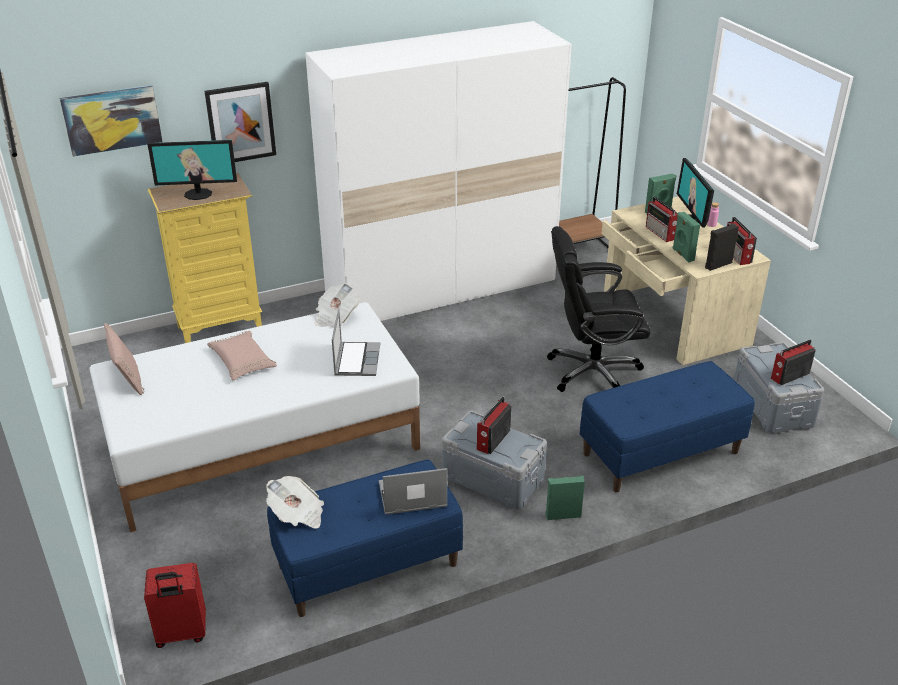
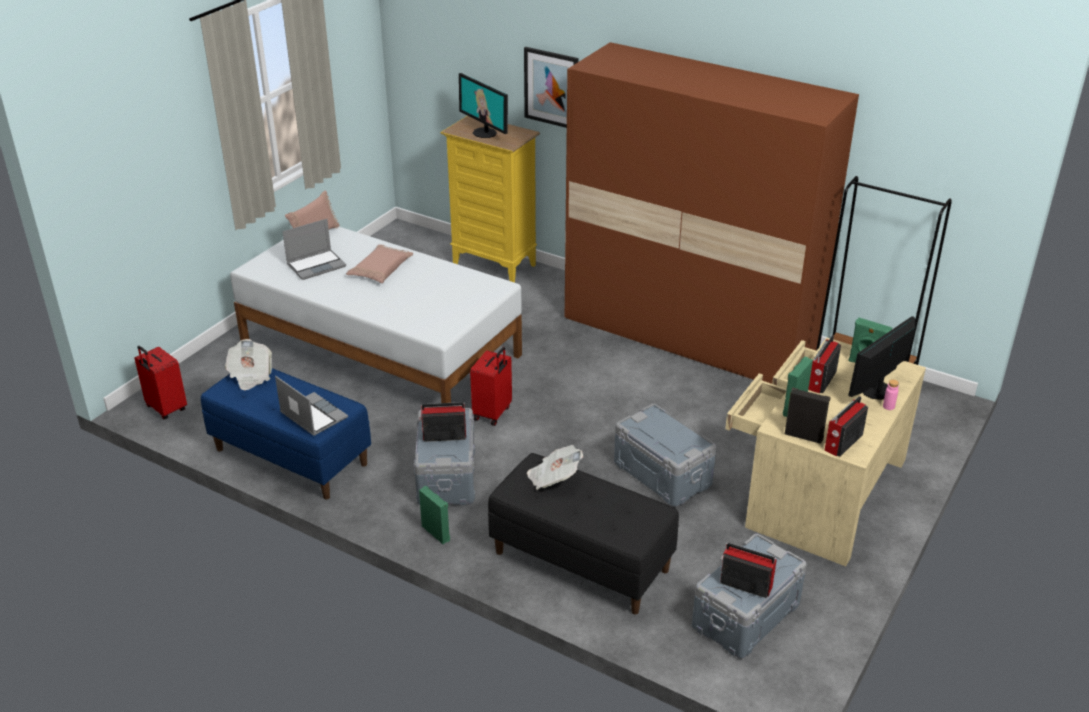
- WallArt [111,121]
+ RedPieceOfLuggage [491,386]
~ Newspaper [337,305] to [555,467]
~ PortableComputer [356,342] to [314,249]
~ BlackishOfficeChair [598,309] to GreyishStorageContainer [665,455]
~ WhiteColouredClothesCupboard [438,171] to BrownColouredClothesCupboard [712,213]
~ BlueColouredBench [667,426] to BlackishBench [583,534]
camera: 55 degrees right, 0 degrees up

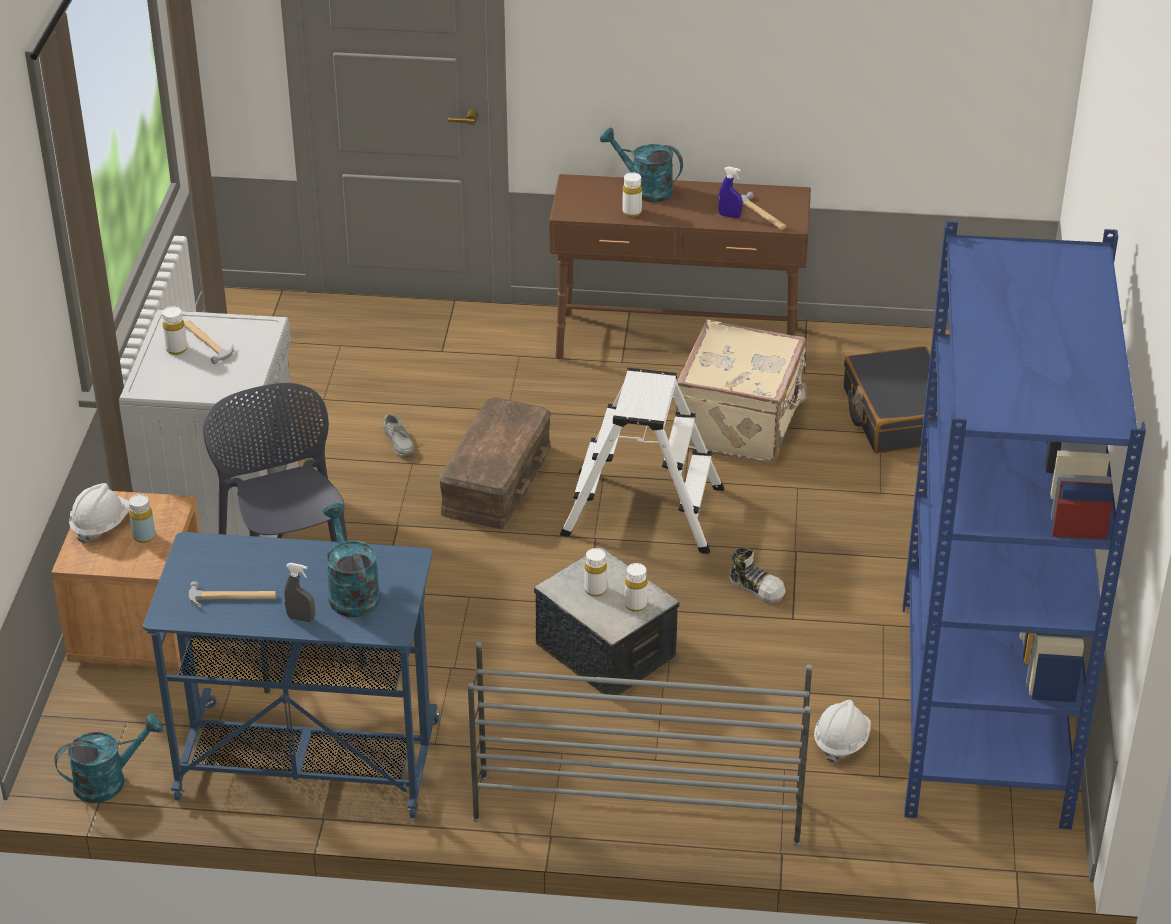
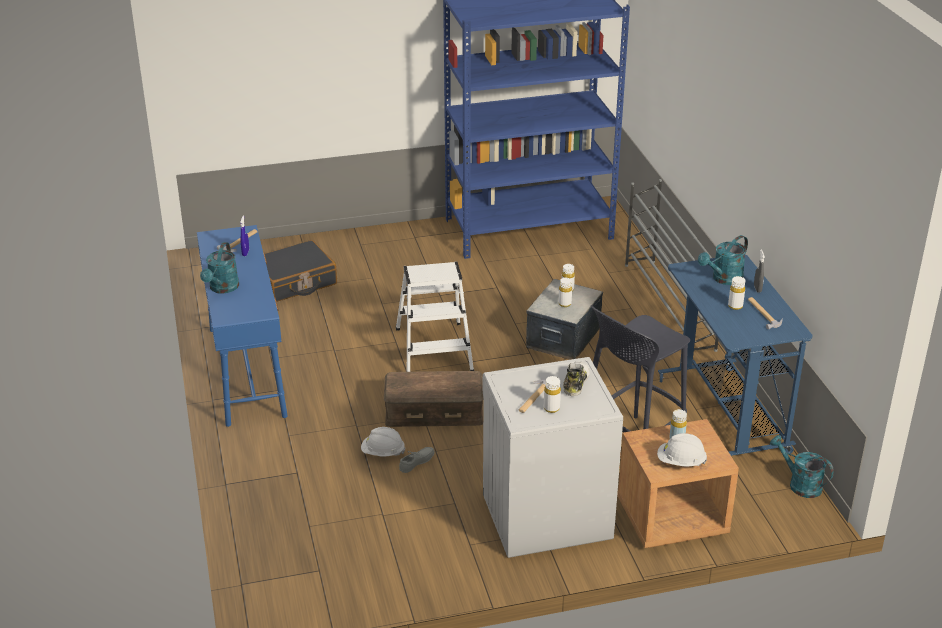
- SandColouredPieceOfLuggage [741,391]
~ WhiteColouredBeverageBottle [632,194] to [736,293]
~ LowShoe [757,576] to [576,379]
~ WhiteColouredHardHat [842,731] to [383,441]
~ BrownColouredHallTable [680,266] to BlueColouredHallTable [242,326]
camera: 110 degrees left, 5 degrees down

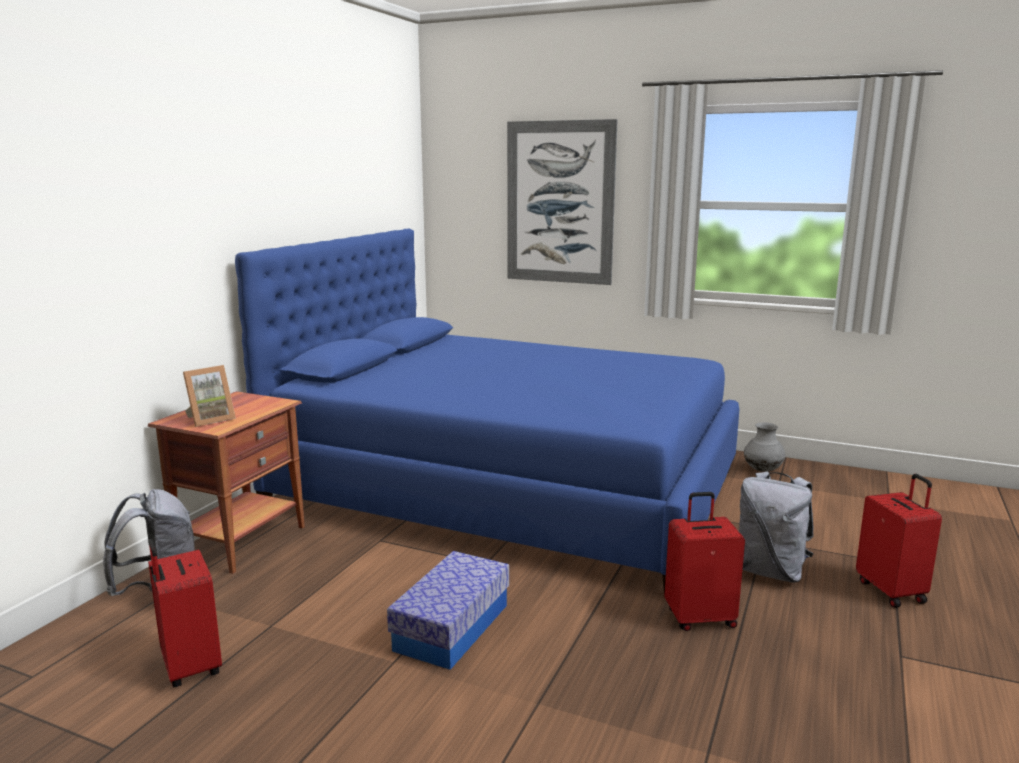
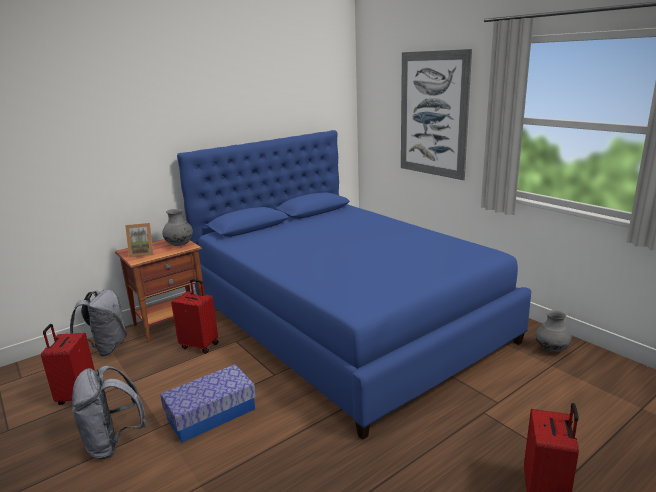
+ GreyishFlowerVase [177,227]
~ RedPieceOfLuggage [704,561] to [195,316]
~ GreyishRucksack [776,527] to [109,412]
camera: 30 degrees right, 5 degrees up

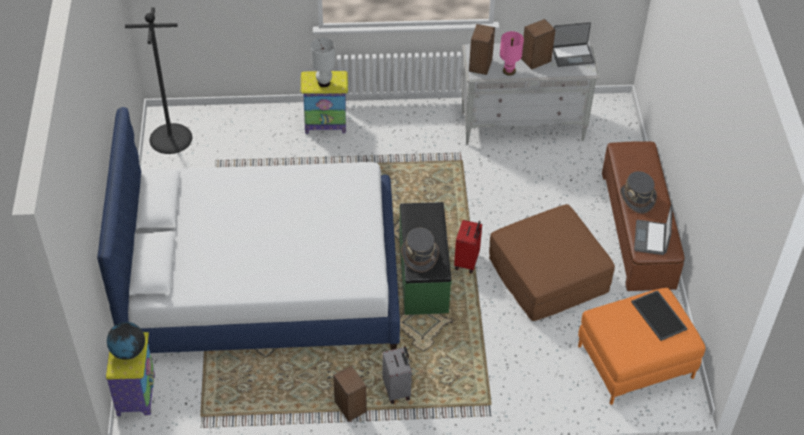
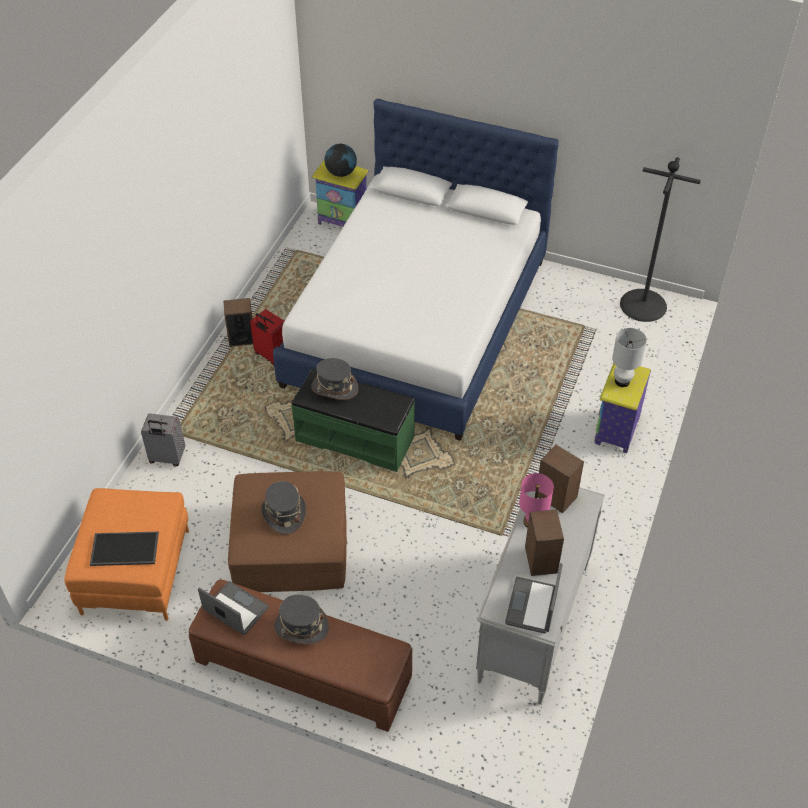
+ GreyishWearableHat [283,508]
~ GreyishPieceOfLuggage [397,375] to [163,440]
~ RedPieceOfLuggage [468,246] to [267,337]
camera: 115 degrees right, 0 degrees up

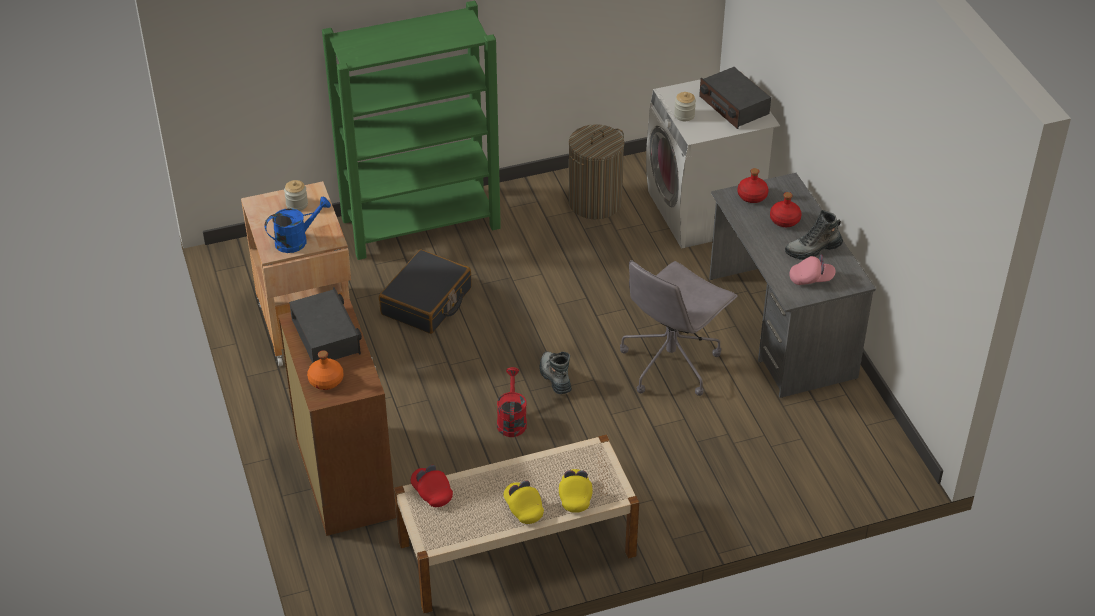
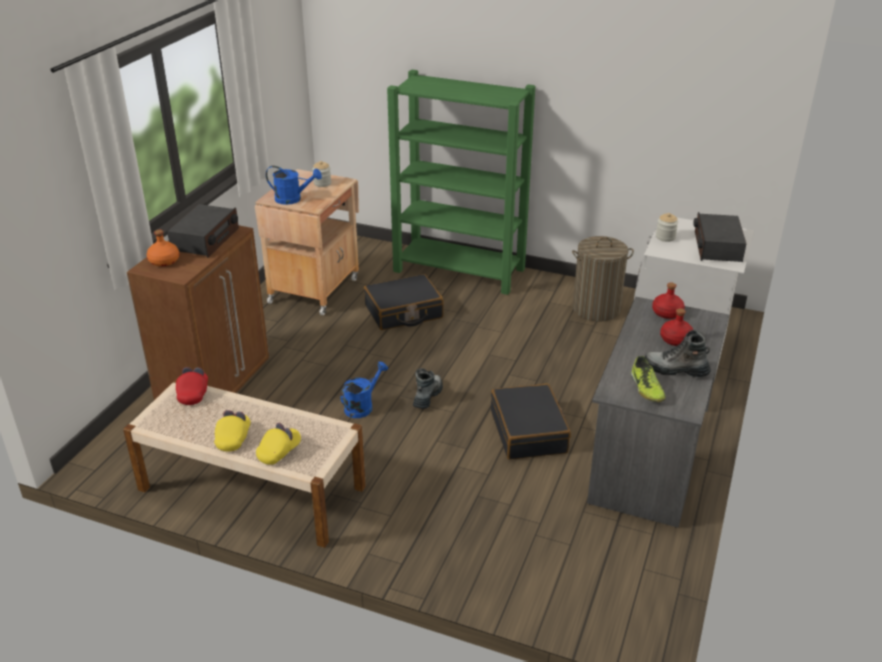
~ GreyishOfficeChair [679,328] to BlackishPieceOfLuggage [531,421]
~ PinkColouredPeakedCap [812,270] to LowShoe [648,379]
~ RedWateringCan [512,402] to BlueColouredWateringCan [364,390]
camera: 40 degrees right, 10 degrees down

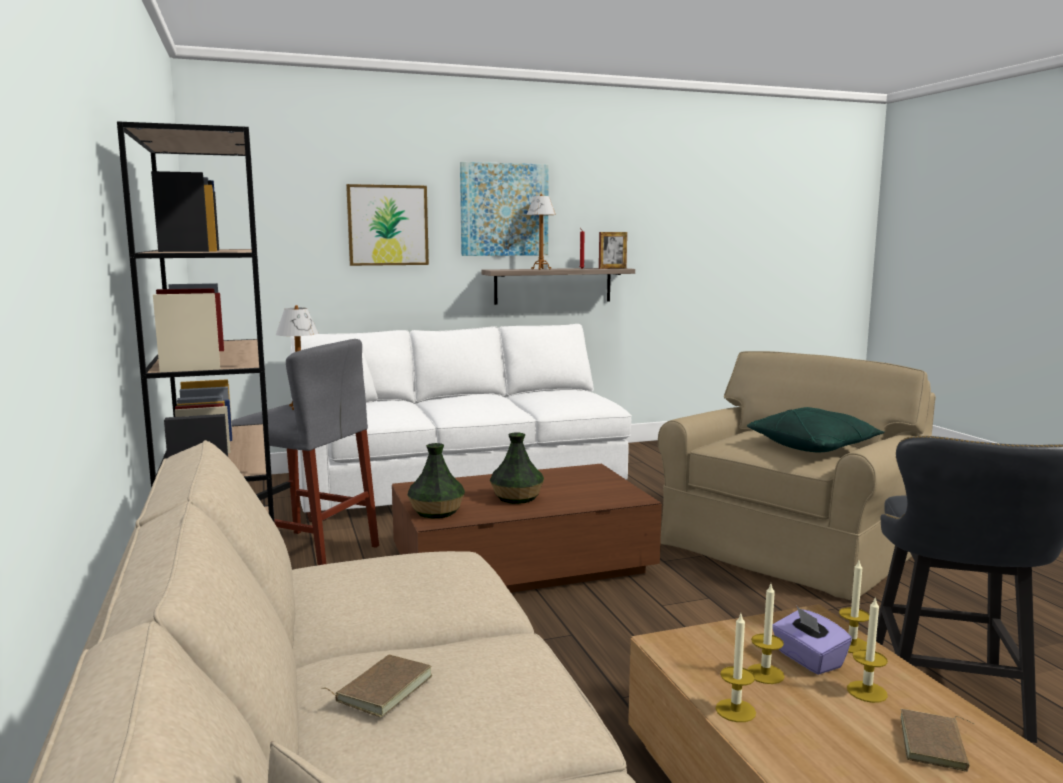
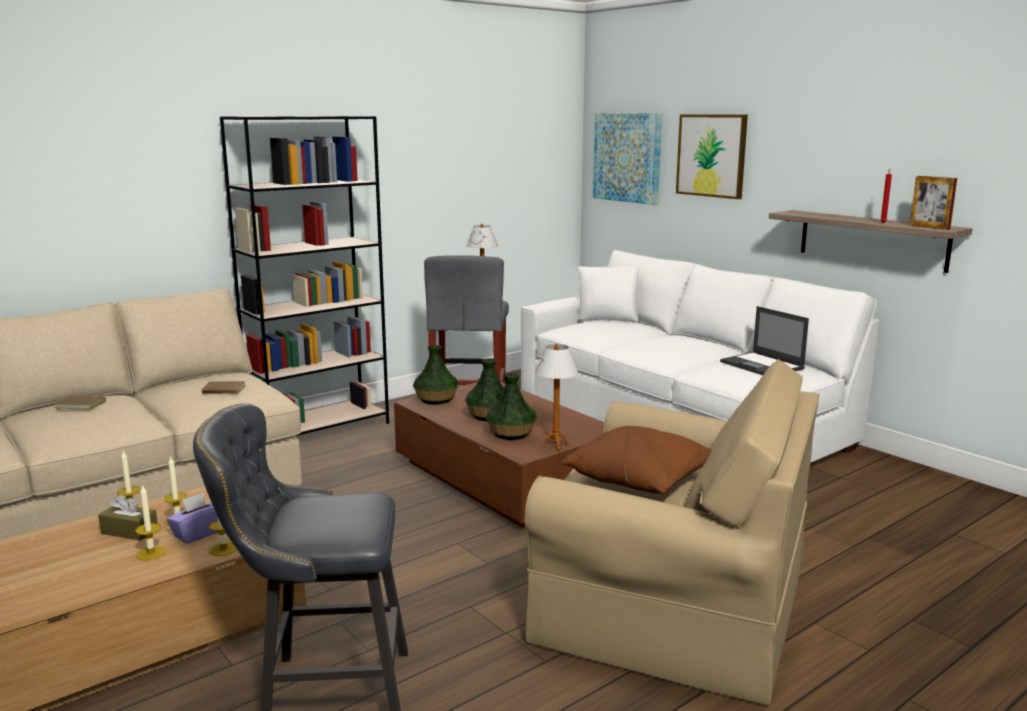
+ BrownColouredBoxOfTissues [128,517]
+ FlowerVase [511,406]
+ PortableComputer [764,340]
~ WallArt [504,209] to [627,159]
~ LampForATable [541,232] to [557,397]
~ BrownColouredBoundBook [937,740] to [224,387]
~ GreenishThrowPillow [816,429] to BrownColouredThrowPillow [637,460]
camera: 70 degrees right, 5 degrees up

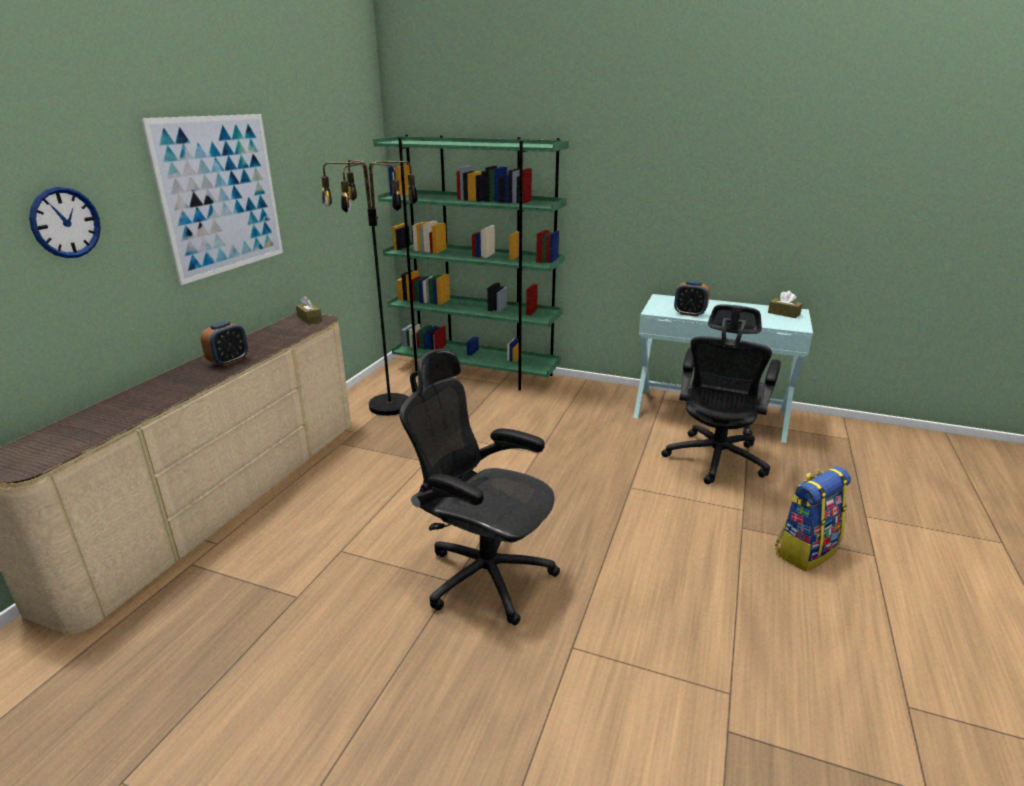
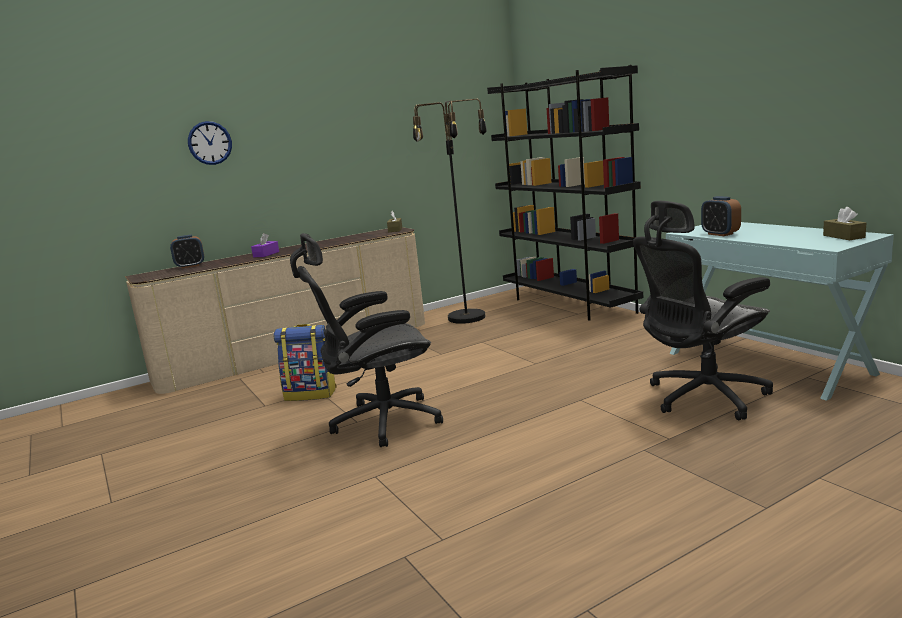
- WallArt [212,199]
+ PurpleColouredBoxOfTissues [265,245]
~ BedsideClock [224,343] to [187,251]
~ Rucksack [813,519] to [305,362]
~ GreenishShelvingUnit [471,263] to BlackishShelvingUnit [565,193]
~ OfficeChair [479,487] = [366,340] 90 degrees counterclockwise
camera: 40 degrees right, 10 degrees down

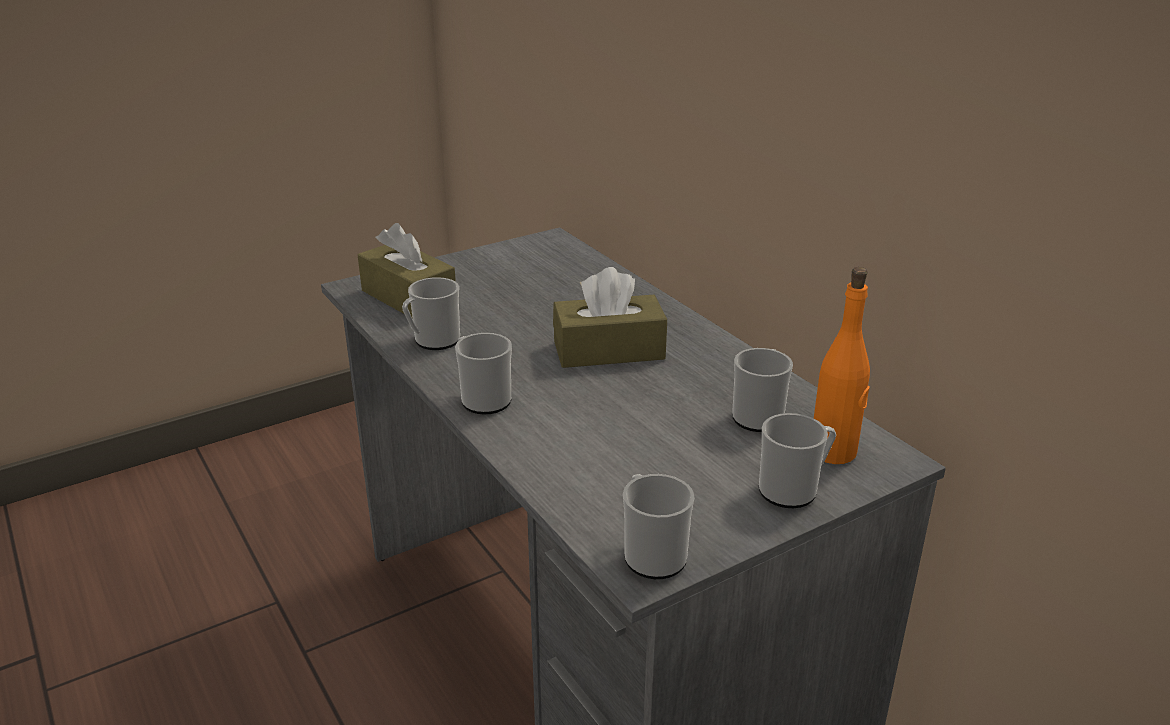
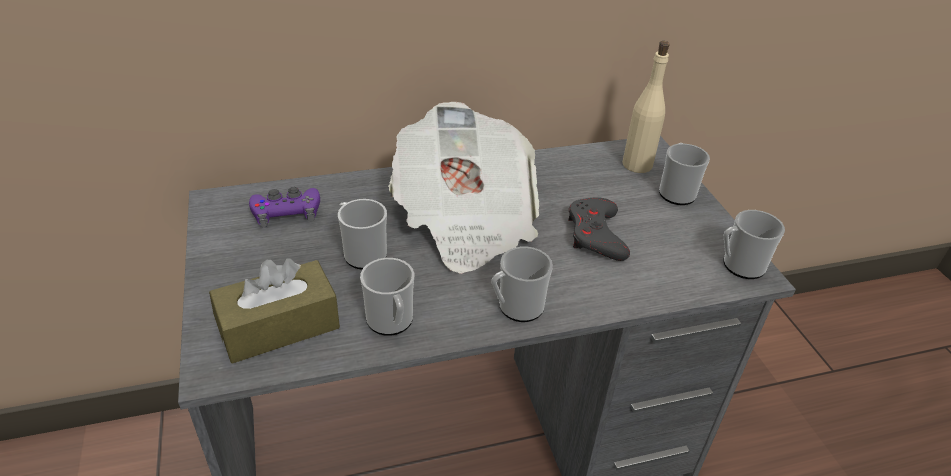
+ PurpleColouredGameController [284,207]
+ GreyishGameController [599,229]
~ CoffeeMug [762,390] to [362,234]
~ BrownColouredBoxOfTissues [610,317] to Newspaper [463,188]
~ OrangeColouredBeverageBottle [842,365] to SandColouredBeverageBottle [646,107]
camera: 75 degrees left, 10 degrees up

